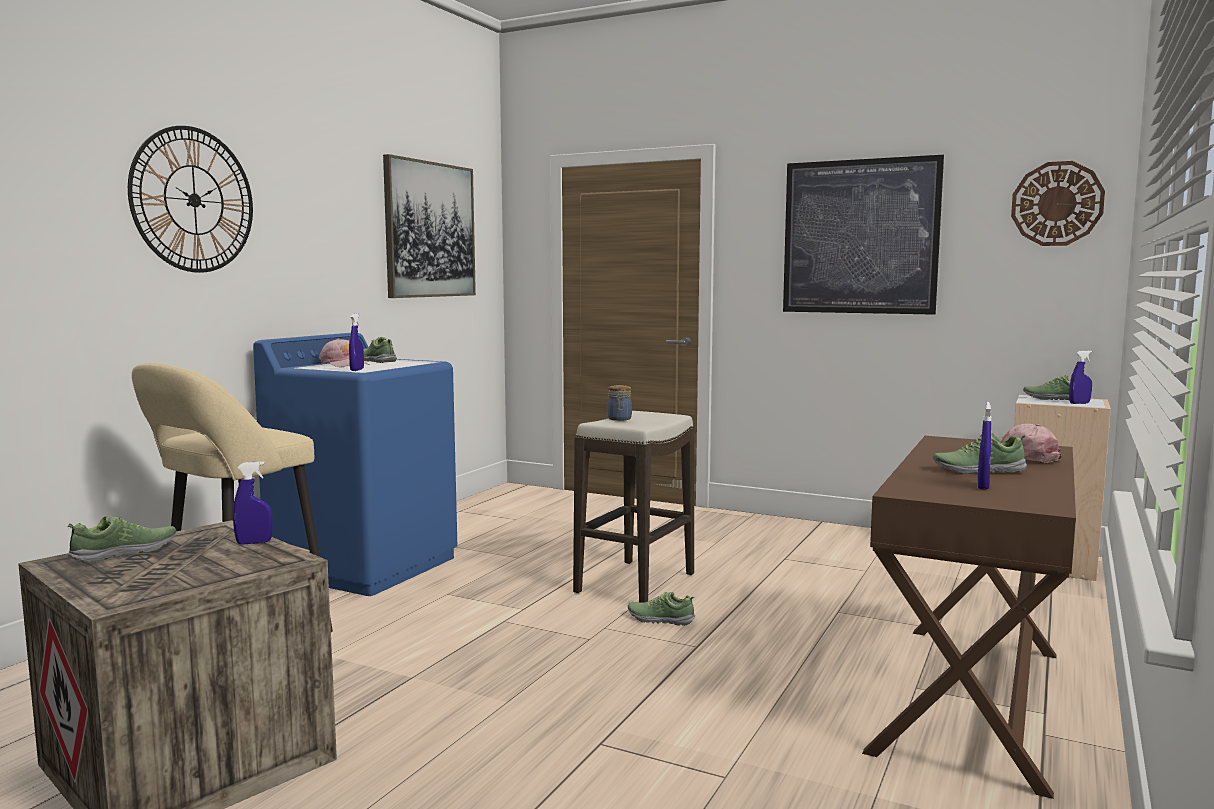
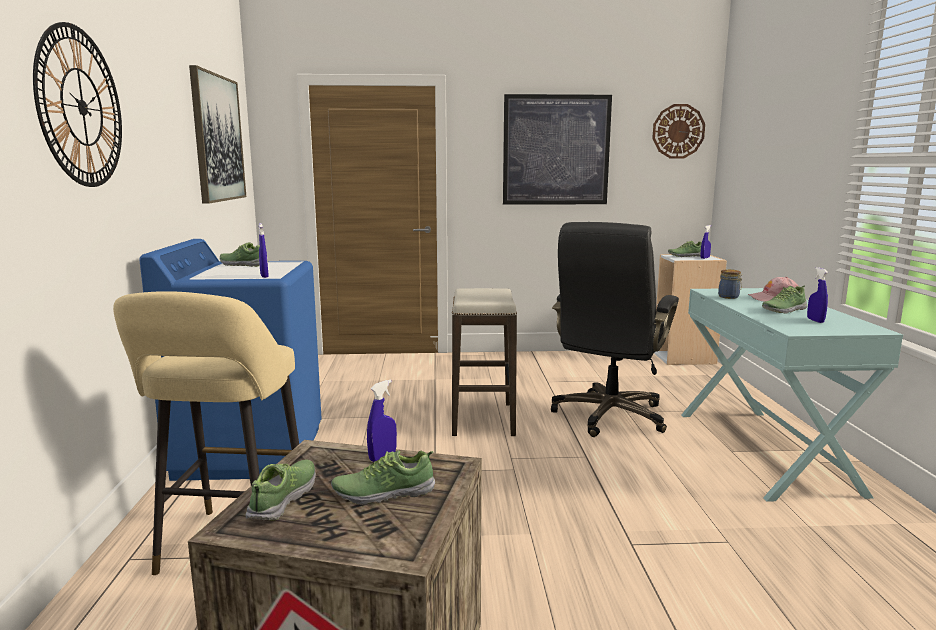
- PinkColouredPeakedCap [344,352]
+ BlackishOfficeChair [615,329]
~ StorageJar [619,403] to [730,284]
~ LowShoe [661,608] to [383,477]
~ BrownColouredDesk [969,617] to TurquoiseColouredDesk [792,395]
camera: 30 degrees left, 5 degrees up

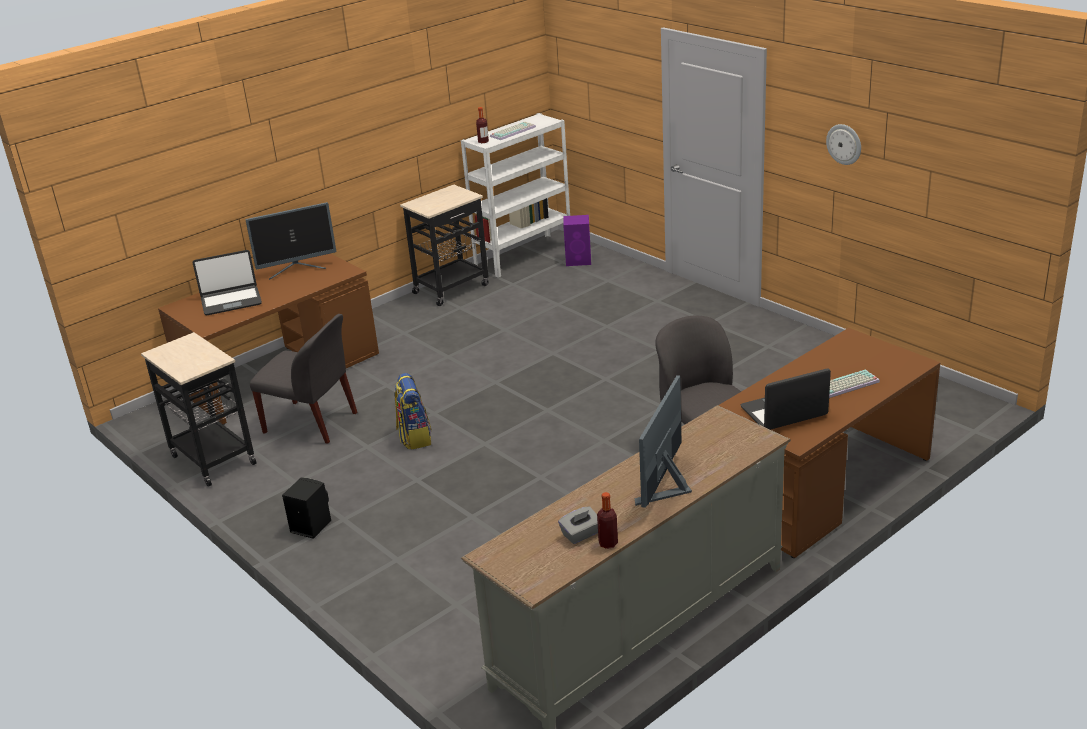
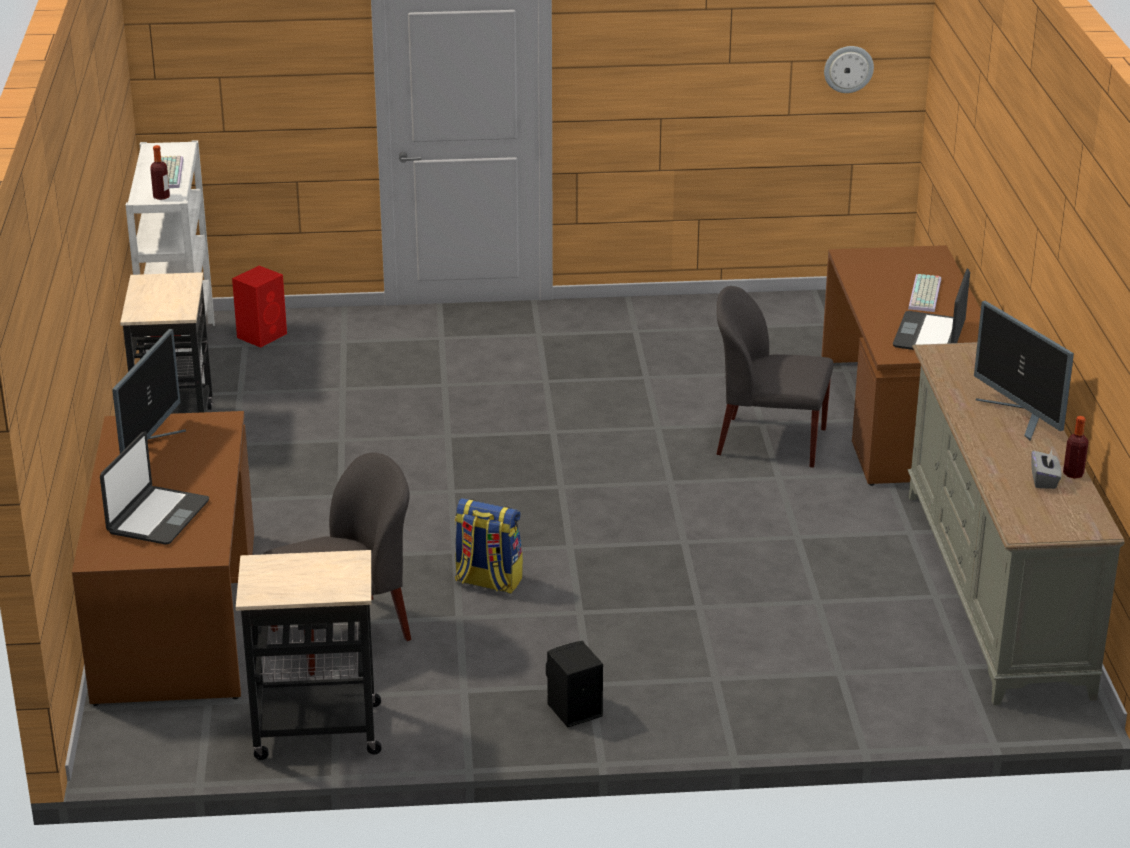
~ ClockOnTheWall [843,144] to [849,69]
~ PurpleColouredSpeaker [577,240] to RedSpeaker [259,307]
camera: 55 degrees left, 0 degrees up

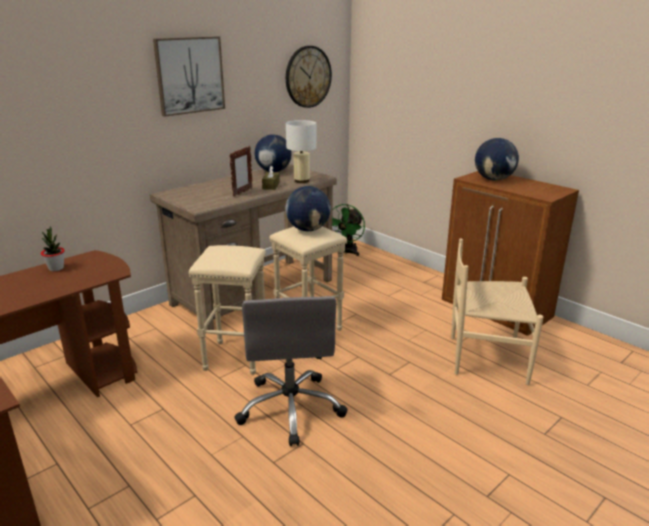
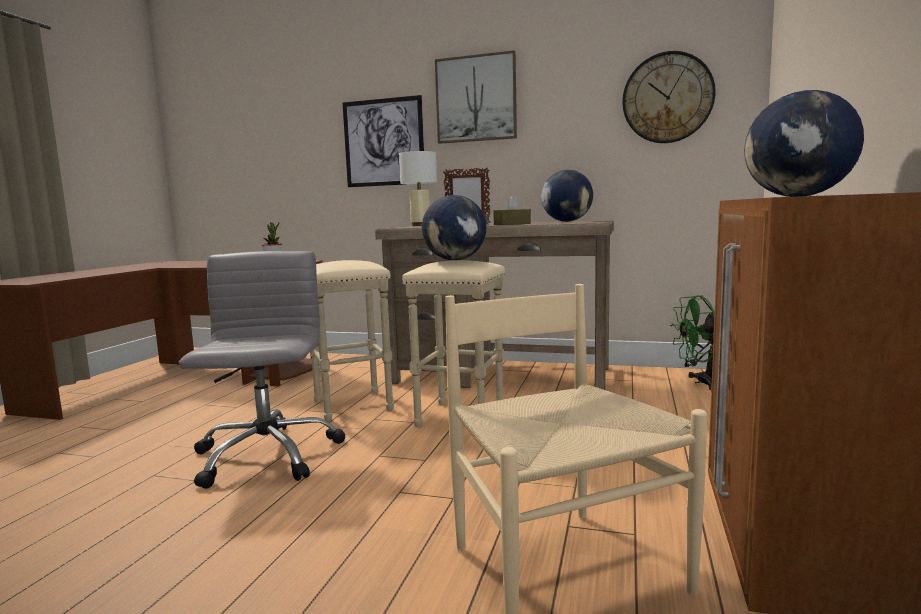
+ WallArt [383,141]
~ WhiteColouredLampForATable [301,151] to [418,188]
~ GreyishOfficeChair [291,371] = [262,370] 120 degrees clockwise
camera: 60 degrees right, 15 degrees down

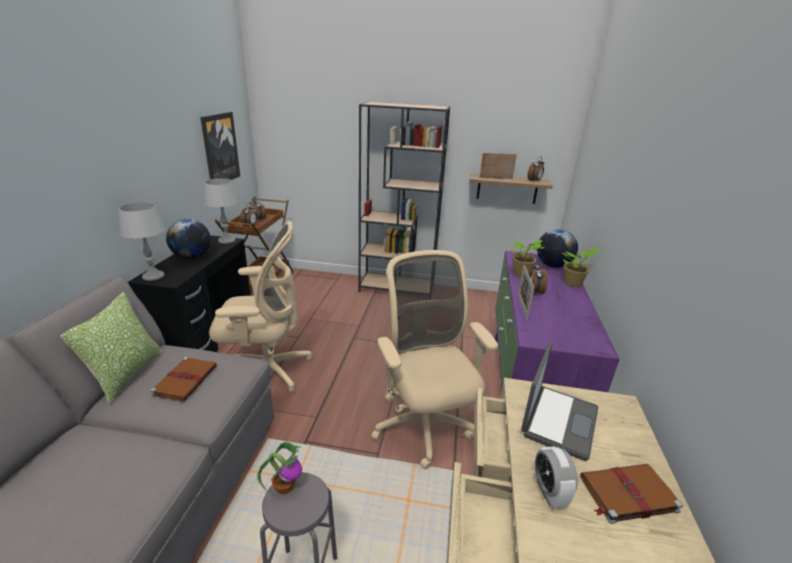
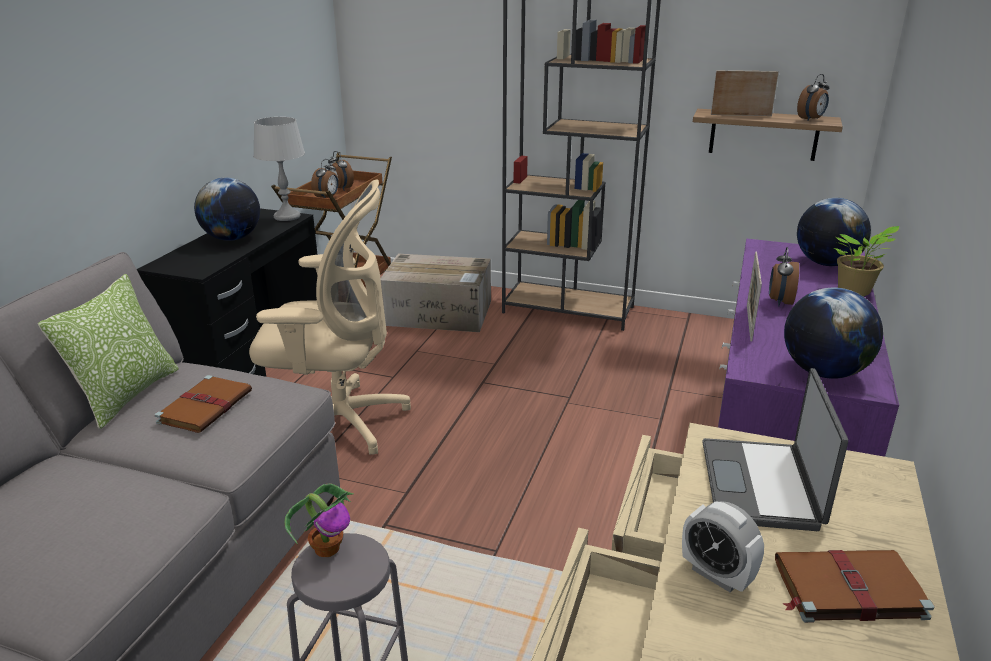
- GreyishLampForATable [141,241]
- WallArt [220,146]
- SandColouredOfficeChair [434,359]
- PottedPlant [527,258]
+ PackingBox [435,293]
+ Globe [833,333]
~ PortableComputer [559,401] = [775,449] 150 degrees clockwise
~ BedsideClock [556,477] = [723,547] 45 degrees counterclockwise
camera: 10 degrees right, 0 degrees up

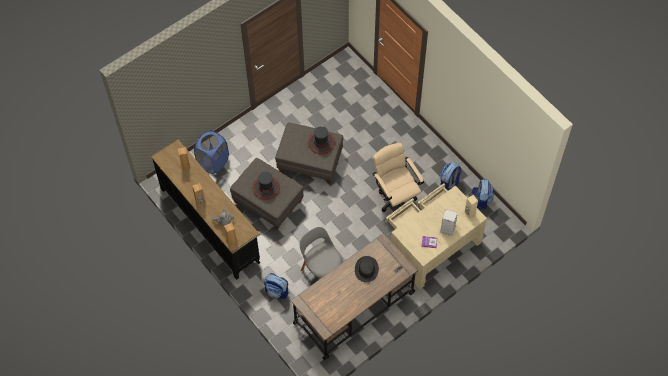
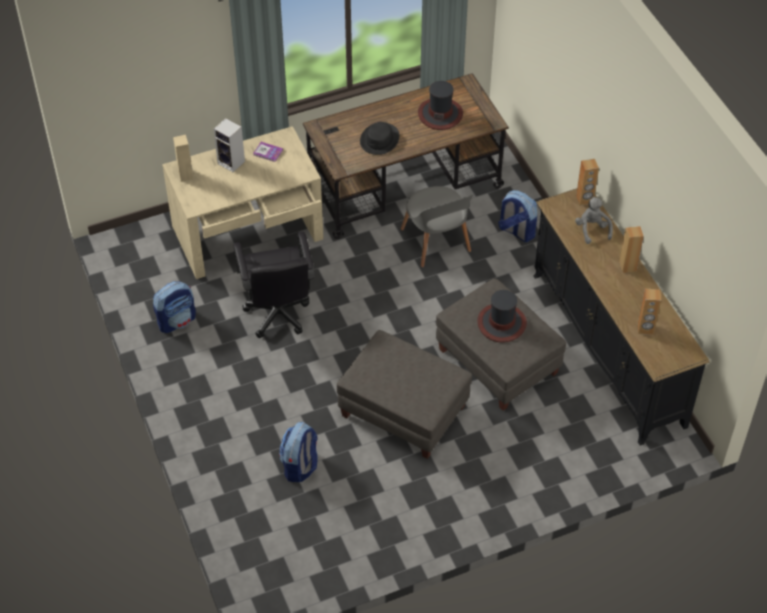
- BlueColouredLaundryBasket [211,152]
~ WearableHat [321,140] to [440,105]
~ Rucksack [483,194] to [298,452]
~ SandColouredOfficeChair [398,177] to BlackishOfficeChair [274,285]
camera: 165 degrees left, 10 degrees down

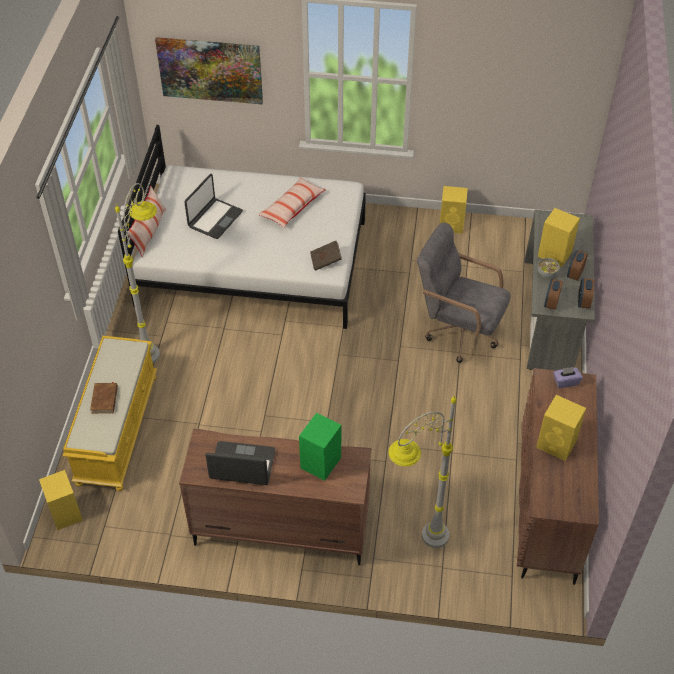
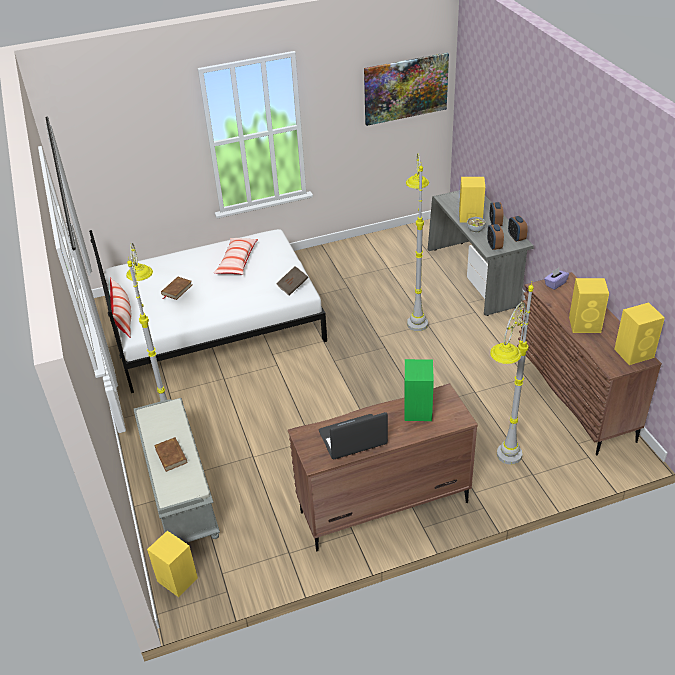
~ WallArt [209,70] to [406,89]
~ YellowishSpeaker [454,210] to [639,333]
~ PortableComputer [213,206] to BrownColouredBoundBook [176,288]
~ GreyishOfficeChair [464,293] to GreyishFloorLamp [417,242]
~ YellowishBench [110,413] to GreyishBench [177,470]
camera: 25 degrees left, 10 degrees down

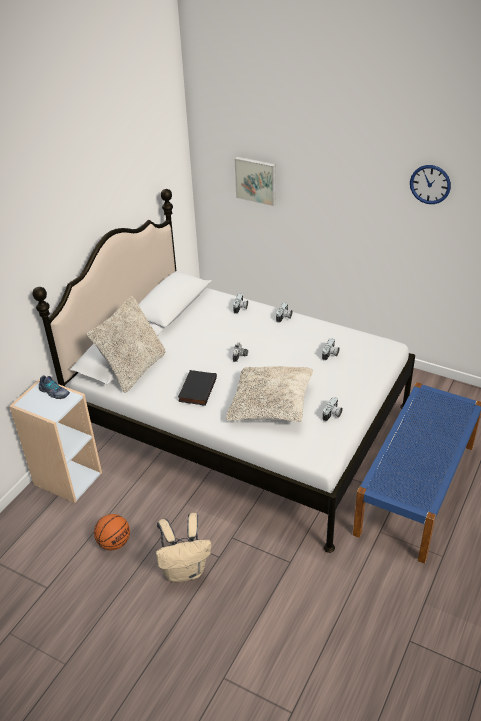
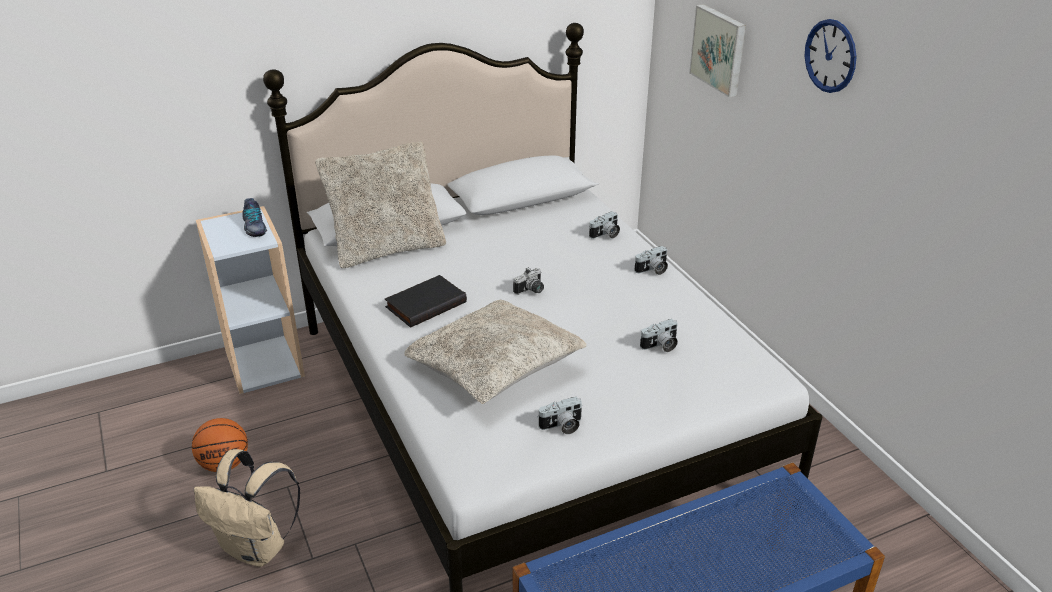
~ ClockOnTheWall [430,184] to [831,56]
camera: 35 degrees right, 5 degrees down

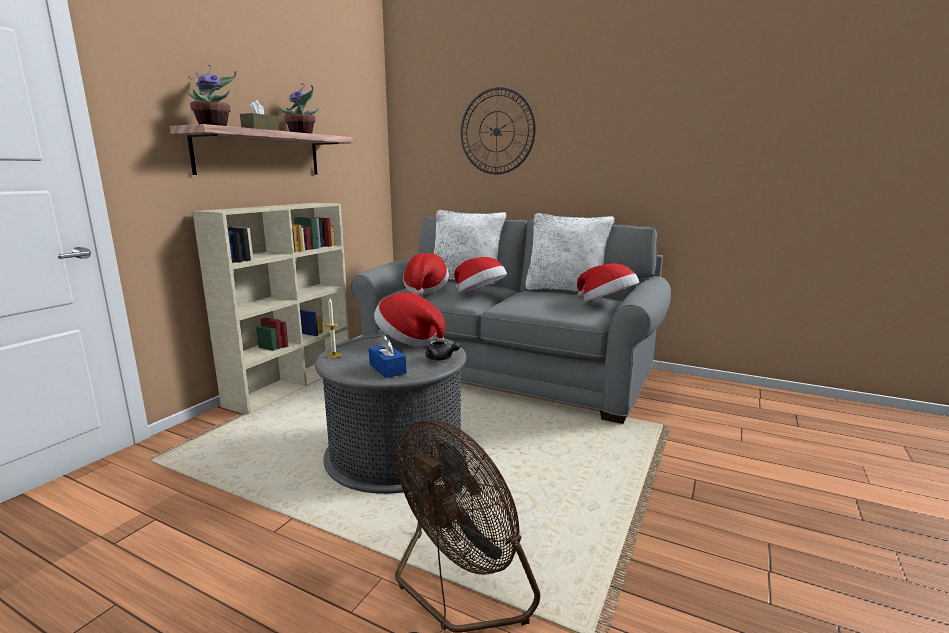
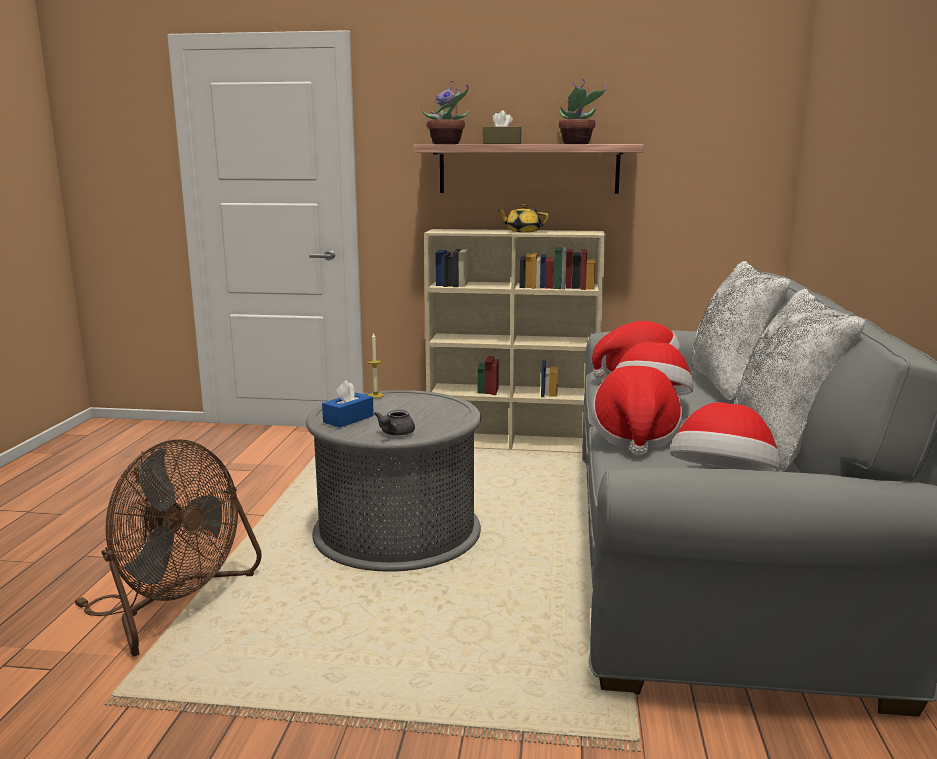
- ClockOnTheWall [498,130]
+ YellowishPotForTea [523,218]
~ WearableHat [409,319] to [637,411]
camera: 70 degrees right, 0 degrees up

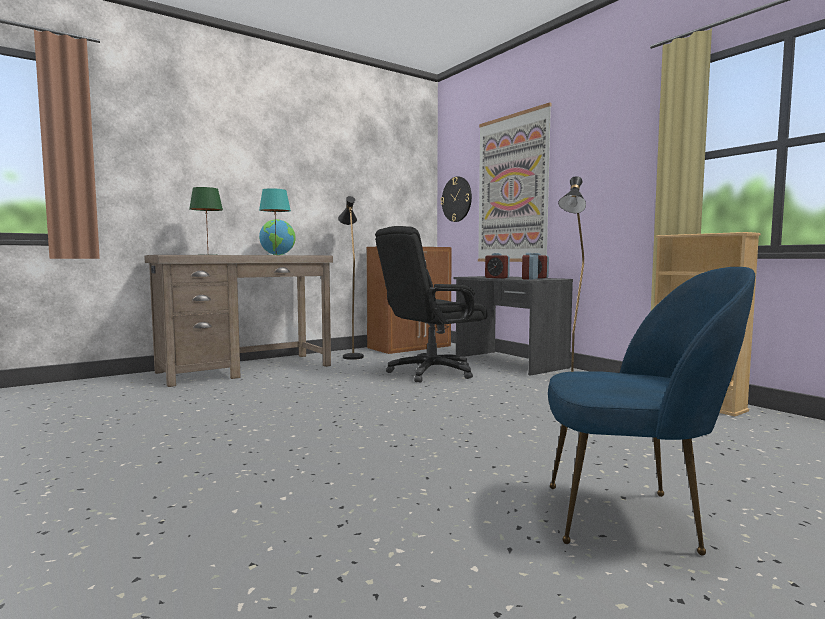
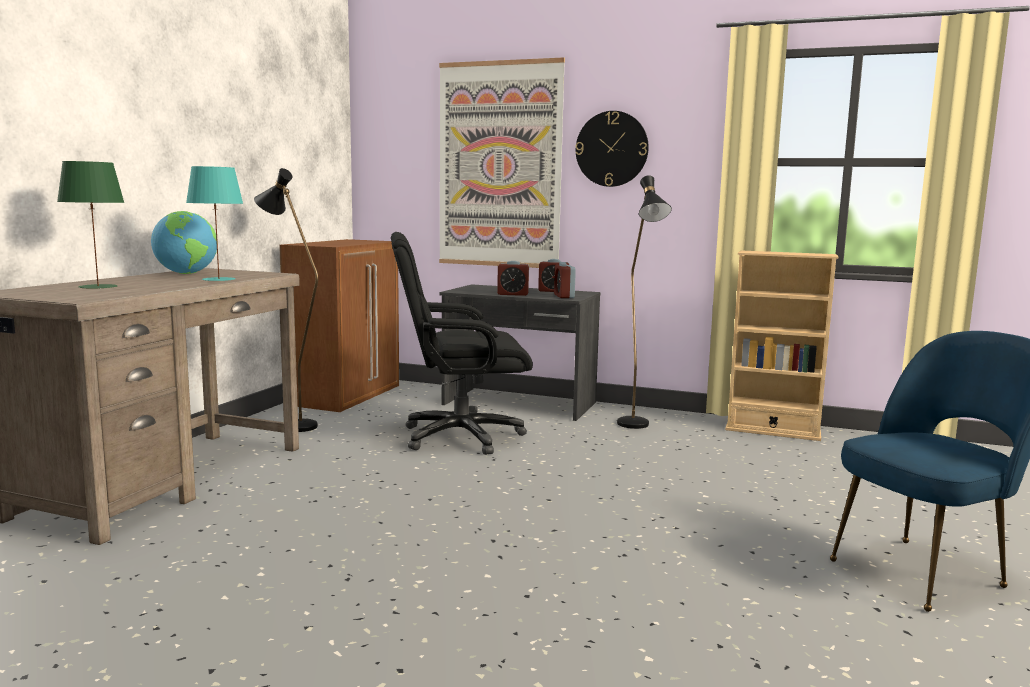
~ ClockOnTheWall [456,199] to [612,149]
~ BlackishOfficeChair [431,304] = [462,343] 60 degrees clockwise
camera: 35 degrees left, 5 degrees up

